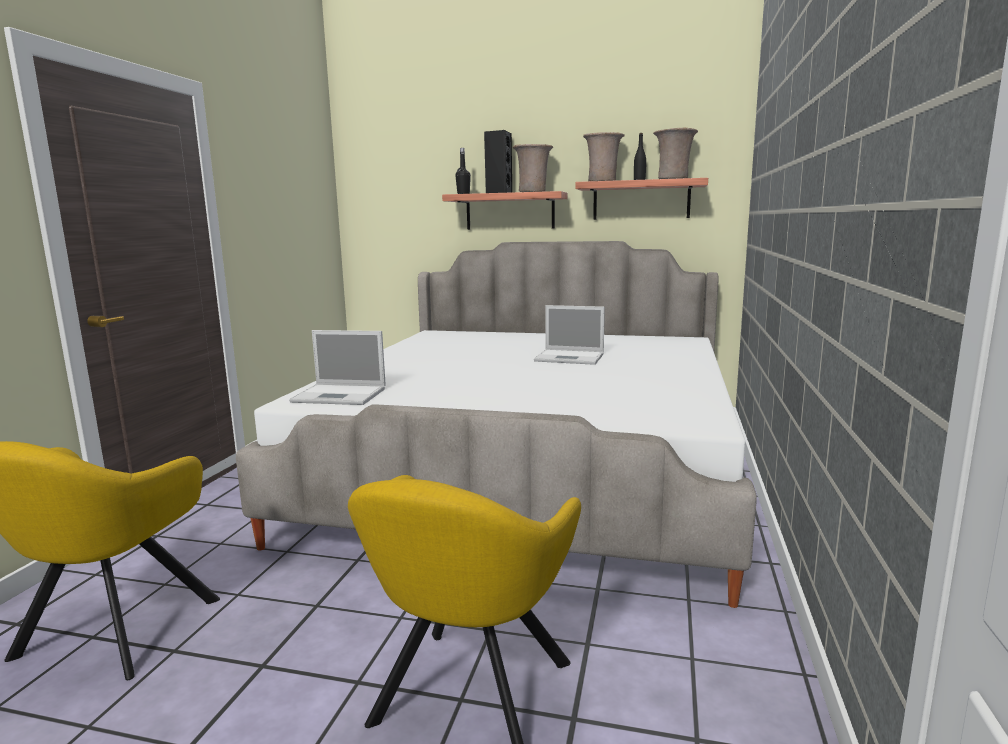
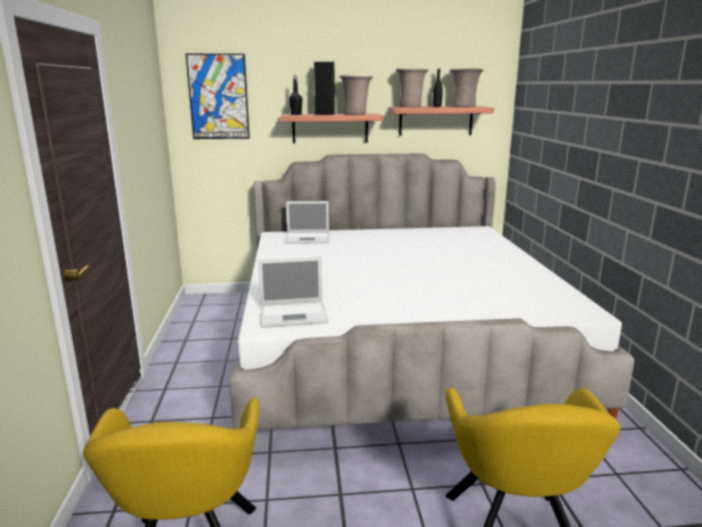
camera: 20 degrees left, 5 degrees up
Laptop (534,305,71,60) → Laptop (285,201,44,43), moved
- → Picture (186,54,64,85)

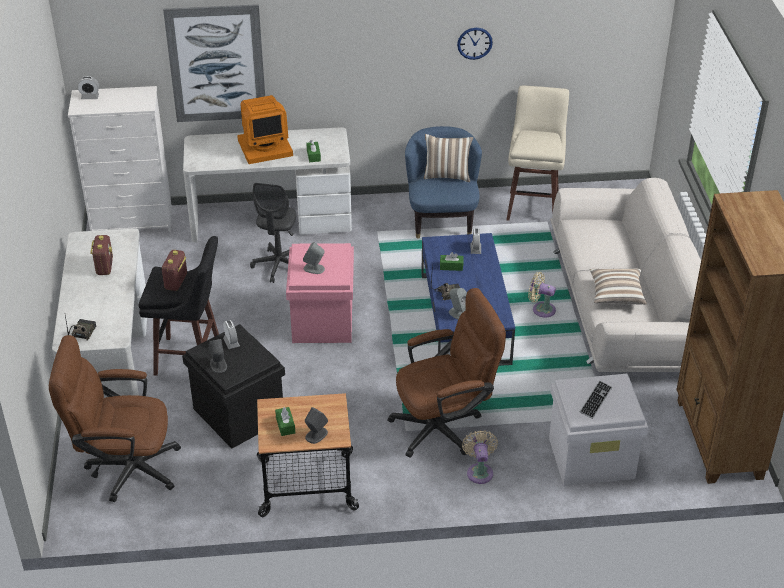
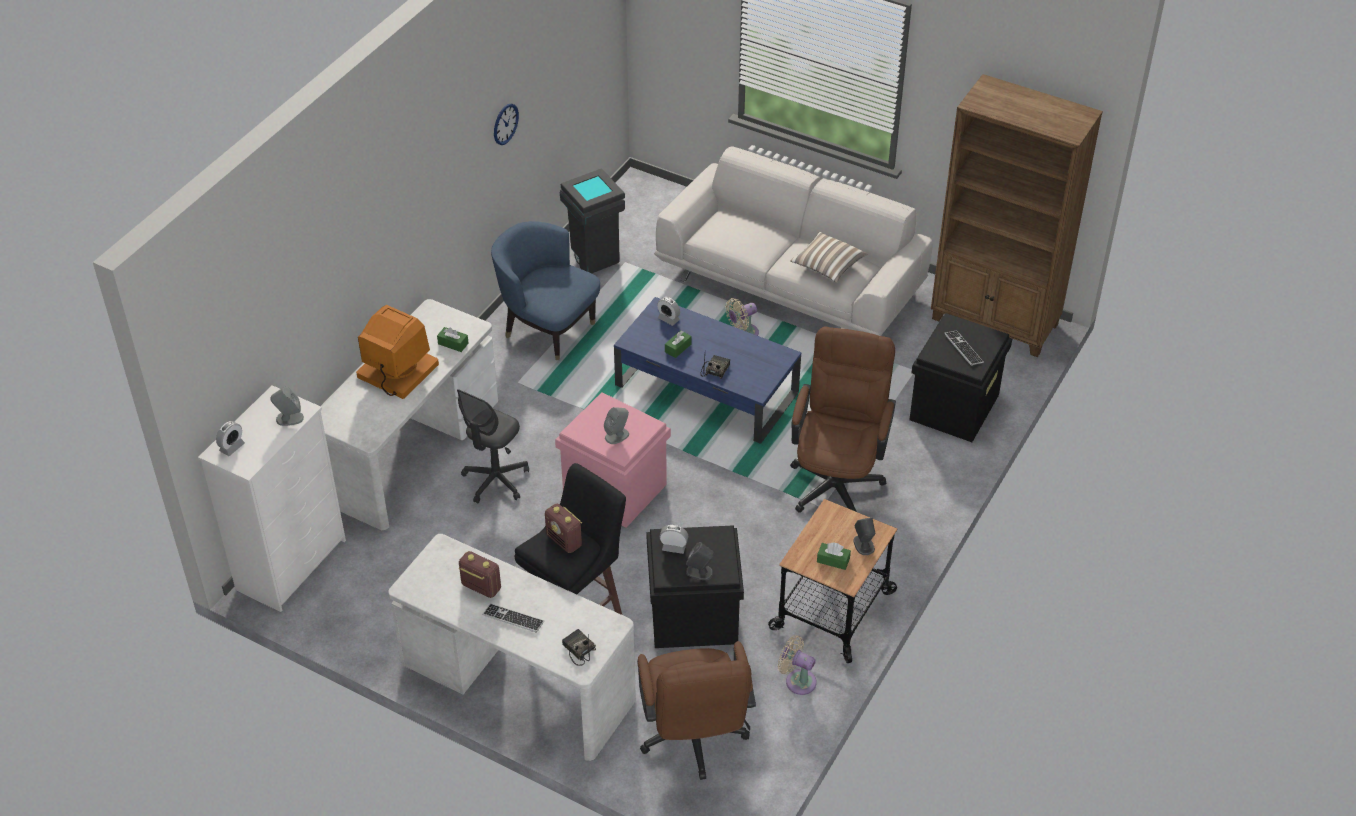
camera: 55 degrees left, 5 degrees up
Picture (163,4,102,118) → -
BeigeStool (506,85,63,135) → GreyTrashCan (560,169,65,104)
Monitor (237,95,56,69) → Monitor (356,305,83,94), 75 degrees counterclockwise
Pillow (424,134,49,48) → -
GreyOfficeChair (250,183,47,100) → GreyOfficeChair (457,389,72,115), 75 degrees clockwise
GreySpeaker (449,288,18,32) → GreySpeaker (271,387,33,39), moved
BrownOfficeChair (49,335,132,167) → BrownOfficeChair (637,641,119,139), 45 degrees counterclockwise
WhiteStorageBox (549,374,99,112) → BlackStorageBox (909,313,103,129)
BeigeFan (462,430,36,54) → BeigeFan (778,635,39,60), moved
- → Keyboard (483,603,61,29)

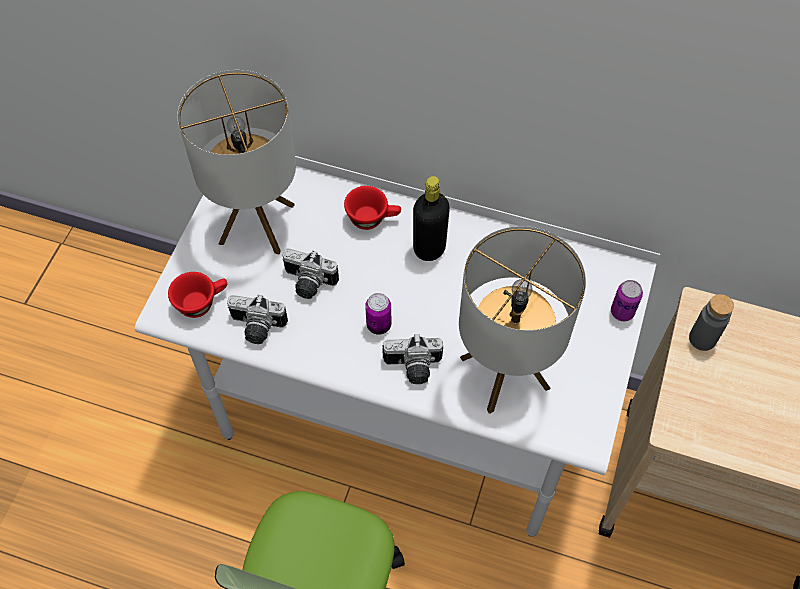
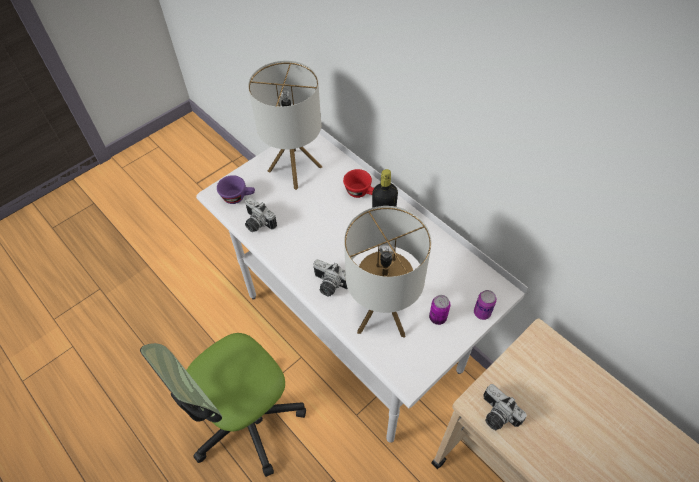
camera: 30 degrees right, 5 degrees down
PhotoCamera (282,248,57,51) → PhotoCamera (483,384,44,46), moved
RedCup (168,272,59,46) → PurpleCup (217,175,38,29)
Can (365,293,26,42) → Can (429,295,22,30), moved
GreyBottle (689,294,45,57) → -

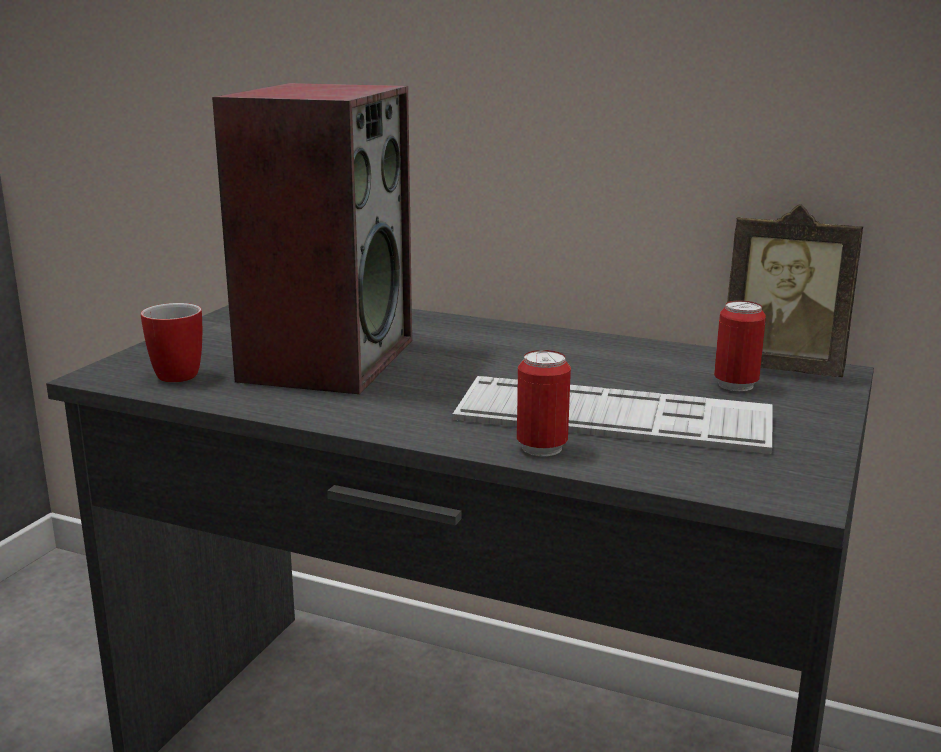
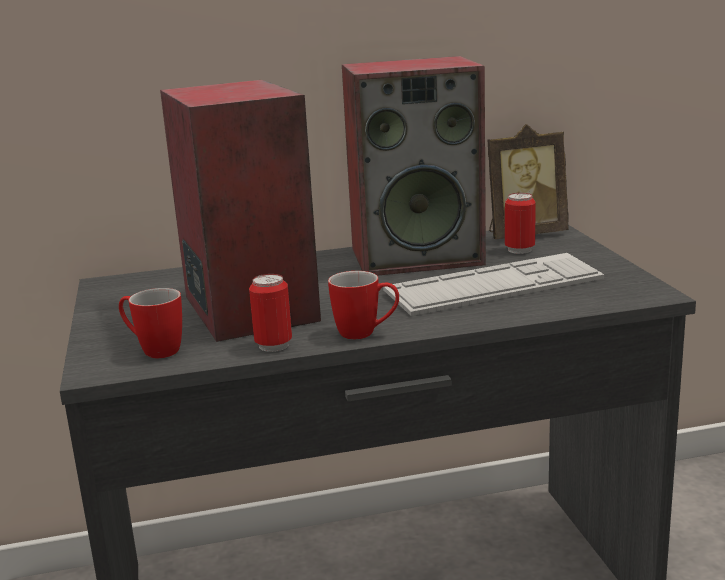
camera: 35 degrees left, 0 degrees up
Can (517,350,54,106) → Can (249,274,43,78), moved
- → Speaker (342,56,144,220)
- → Mug (328,271,71,68)

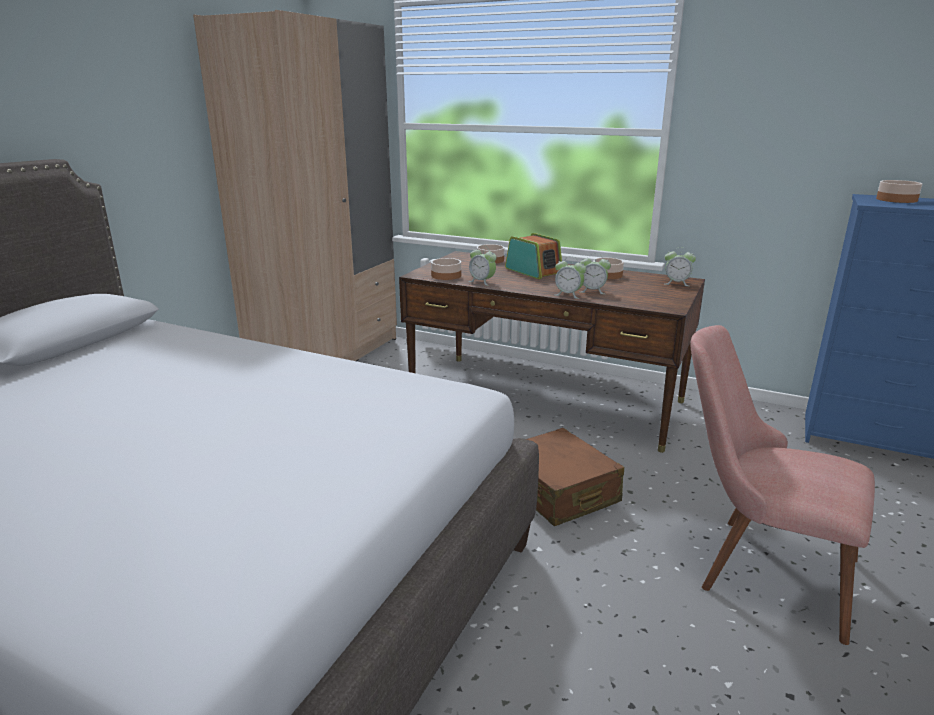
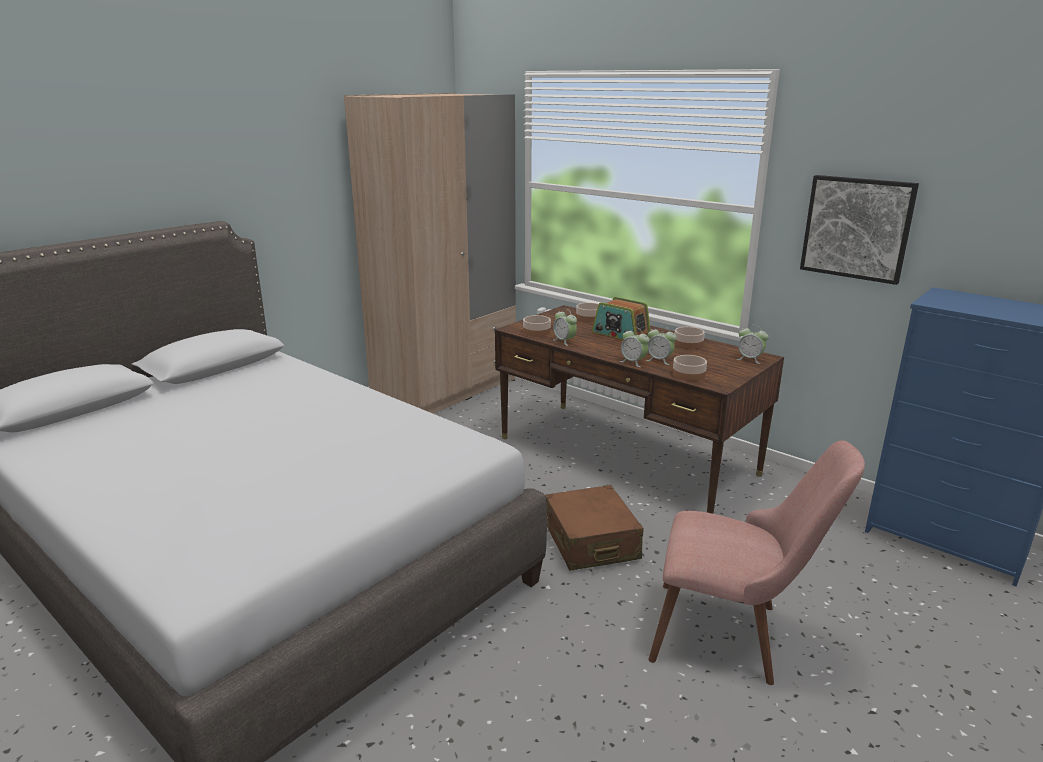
camera: 15 degrees right, 0 degrees up
Bowl (876,180,46,23) → Bowl (673,355,34,26), moved
Radio (505,233,57,46) → Radio (592,297,59,43), 150 degrees clockwise
PinkChair (690,325,185,320) → PinkChair (648,441,217,244), 150 degrees clockwise
- → Picture (800,175,119,110)

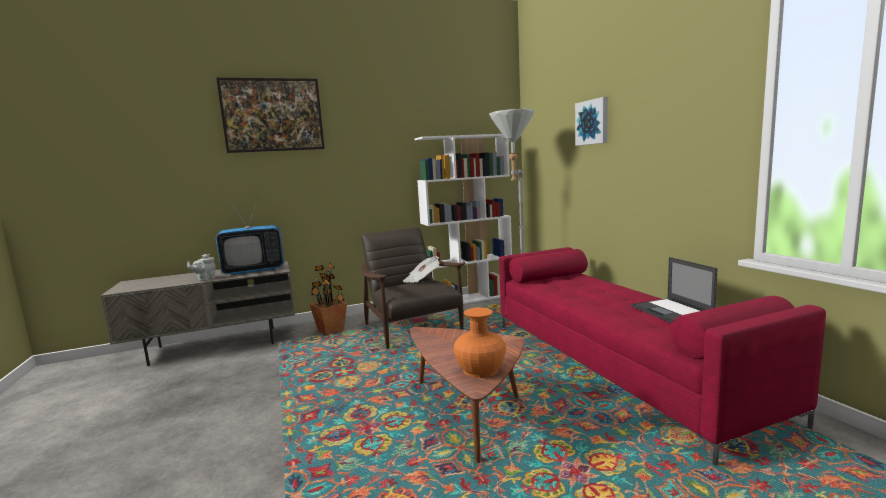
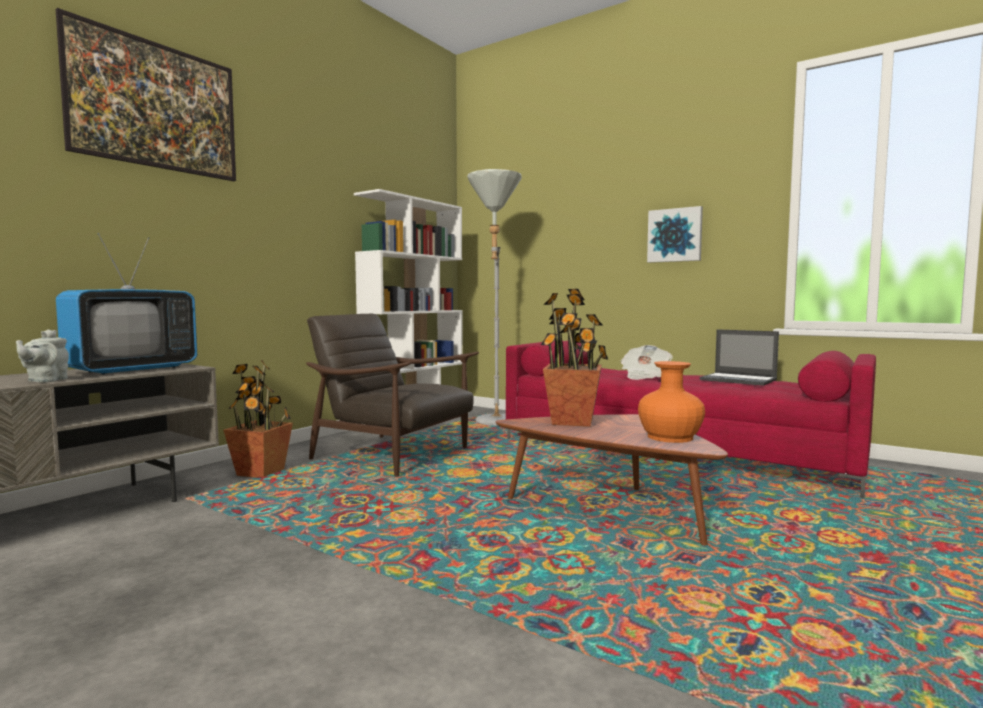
camera: 35 degrees left, 5 degrees down
Picture (575,97,33,49) → Picture (647,206,56,57), moved
Newspaper (403,256,37,27) → Newspaper (621,345,52,35), moved
- → PottedPlant (541,289,67,138)

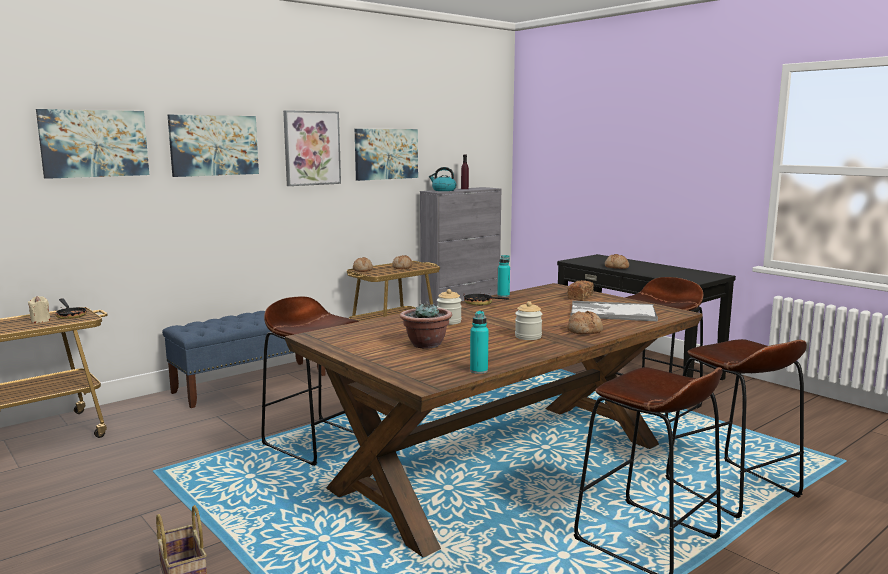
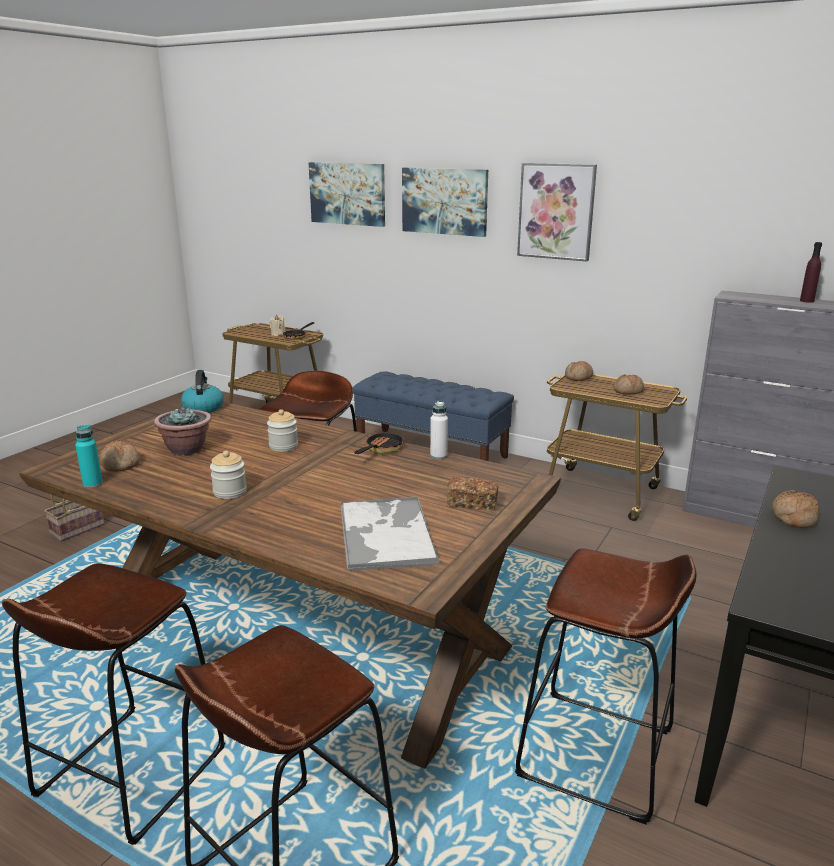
camera: 70 degrees right, 10 degrees up
Picture (355,129,63,52) → -
Kettle (429,167,27,24) → Kettle (181,370,43,43), moved
TurquoiseBottle (497,255,13,42) → WhiteBottle (430,401,18,58)
Bread (567,311,36,23) → Bread (100,440,40,32), moved

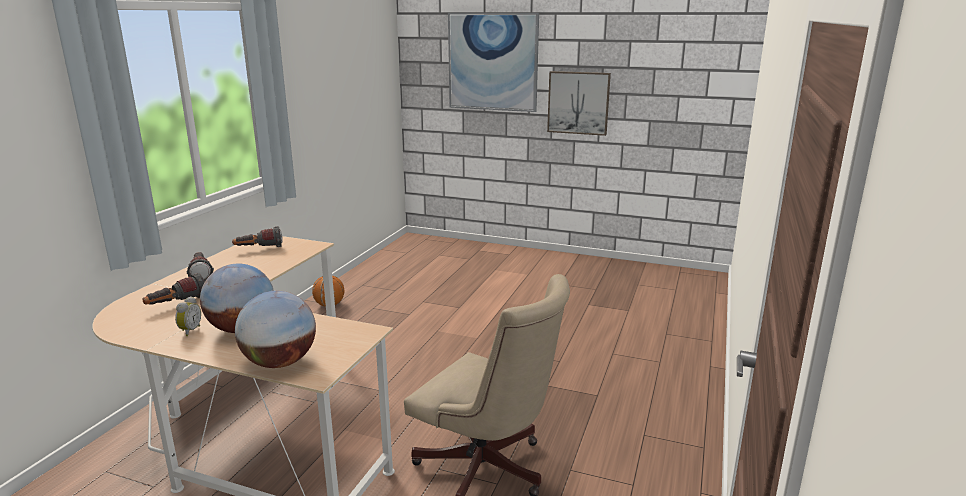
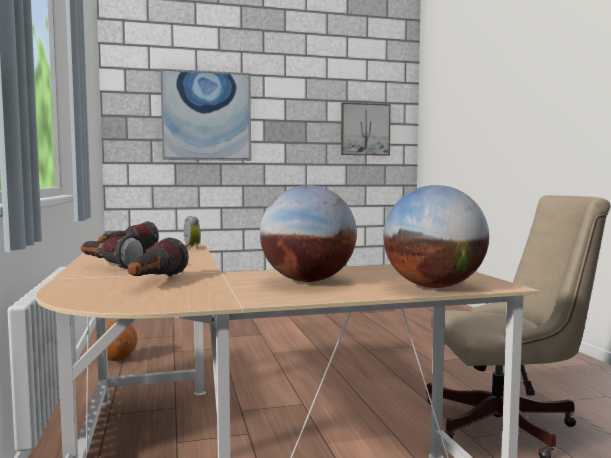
camera: 35 degrees left, 15 degrees down
Picture (547,71,64,65) → Picture (341,102,50,54), moved
AlarmClock (175,296,26,40) → AlarmClock (184,216,17,33), moved

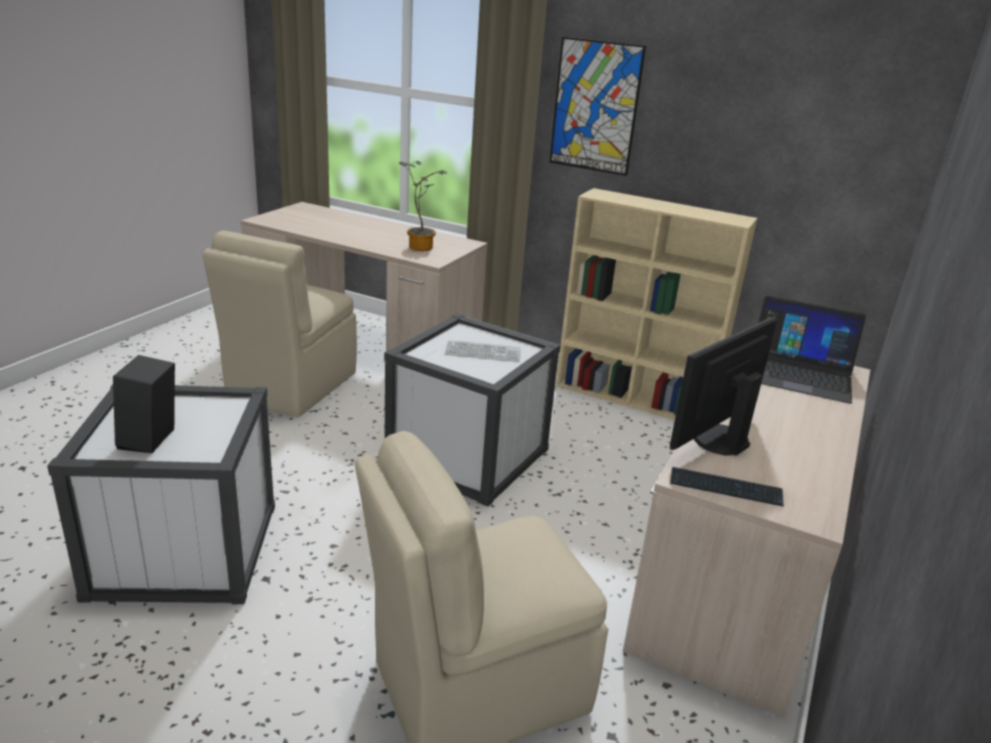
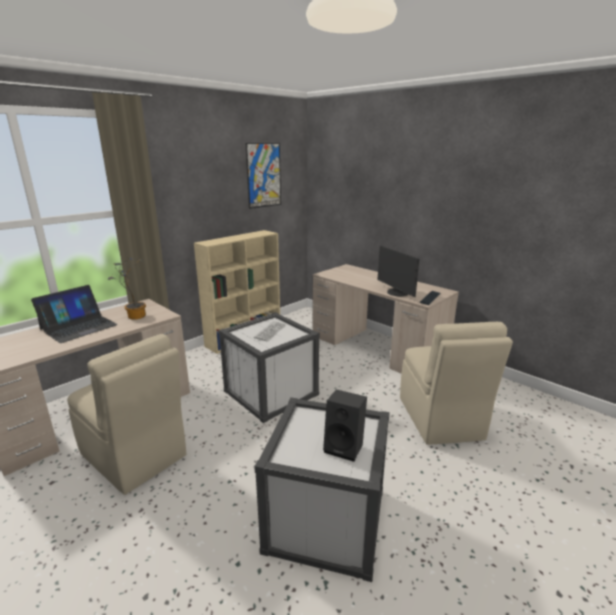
camera: 70 degrees left, 5 degrees down
Picture (549,37,97,139) → Picture (246,143,35,66), moved
Laptop (758,296,108,108) → Laptop (31,285,87,58), moved

